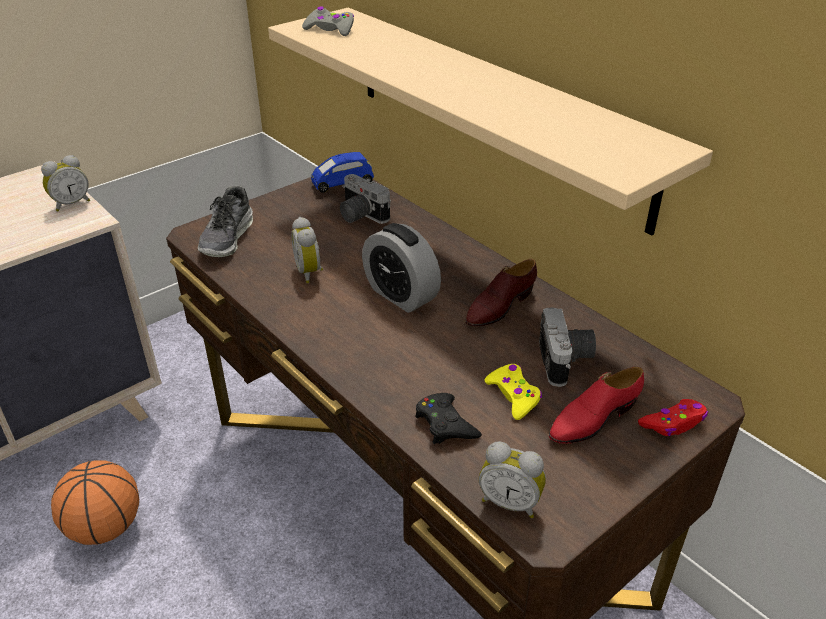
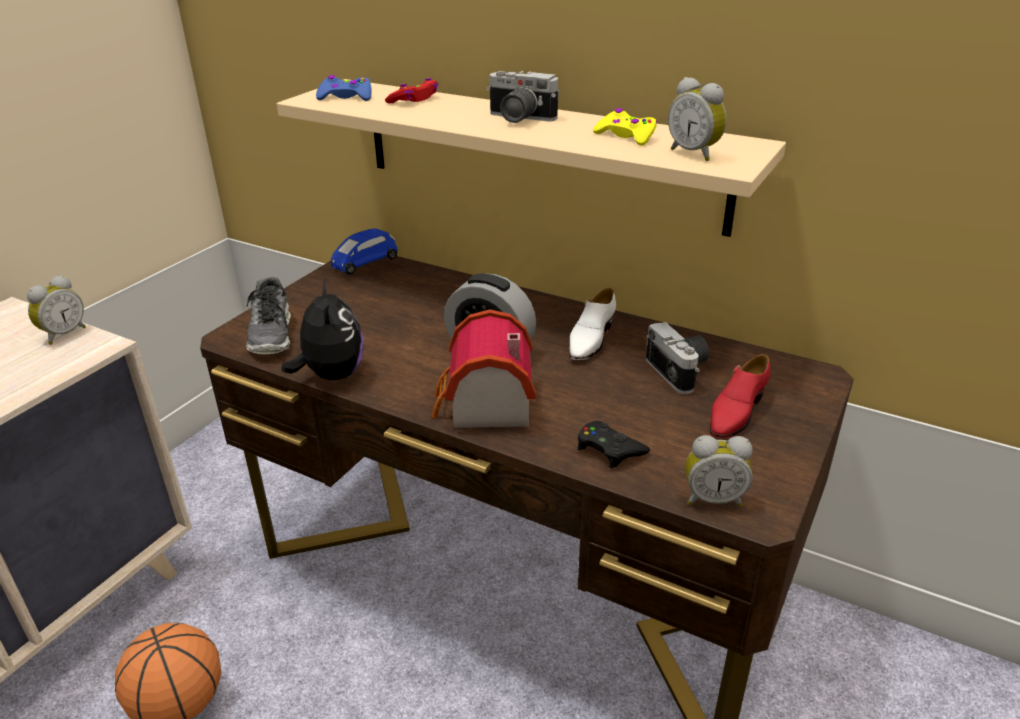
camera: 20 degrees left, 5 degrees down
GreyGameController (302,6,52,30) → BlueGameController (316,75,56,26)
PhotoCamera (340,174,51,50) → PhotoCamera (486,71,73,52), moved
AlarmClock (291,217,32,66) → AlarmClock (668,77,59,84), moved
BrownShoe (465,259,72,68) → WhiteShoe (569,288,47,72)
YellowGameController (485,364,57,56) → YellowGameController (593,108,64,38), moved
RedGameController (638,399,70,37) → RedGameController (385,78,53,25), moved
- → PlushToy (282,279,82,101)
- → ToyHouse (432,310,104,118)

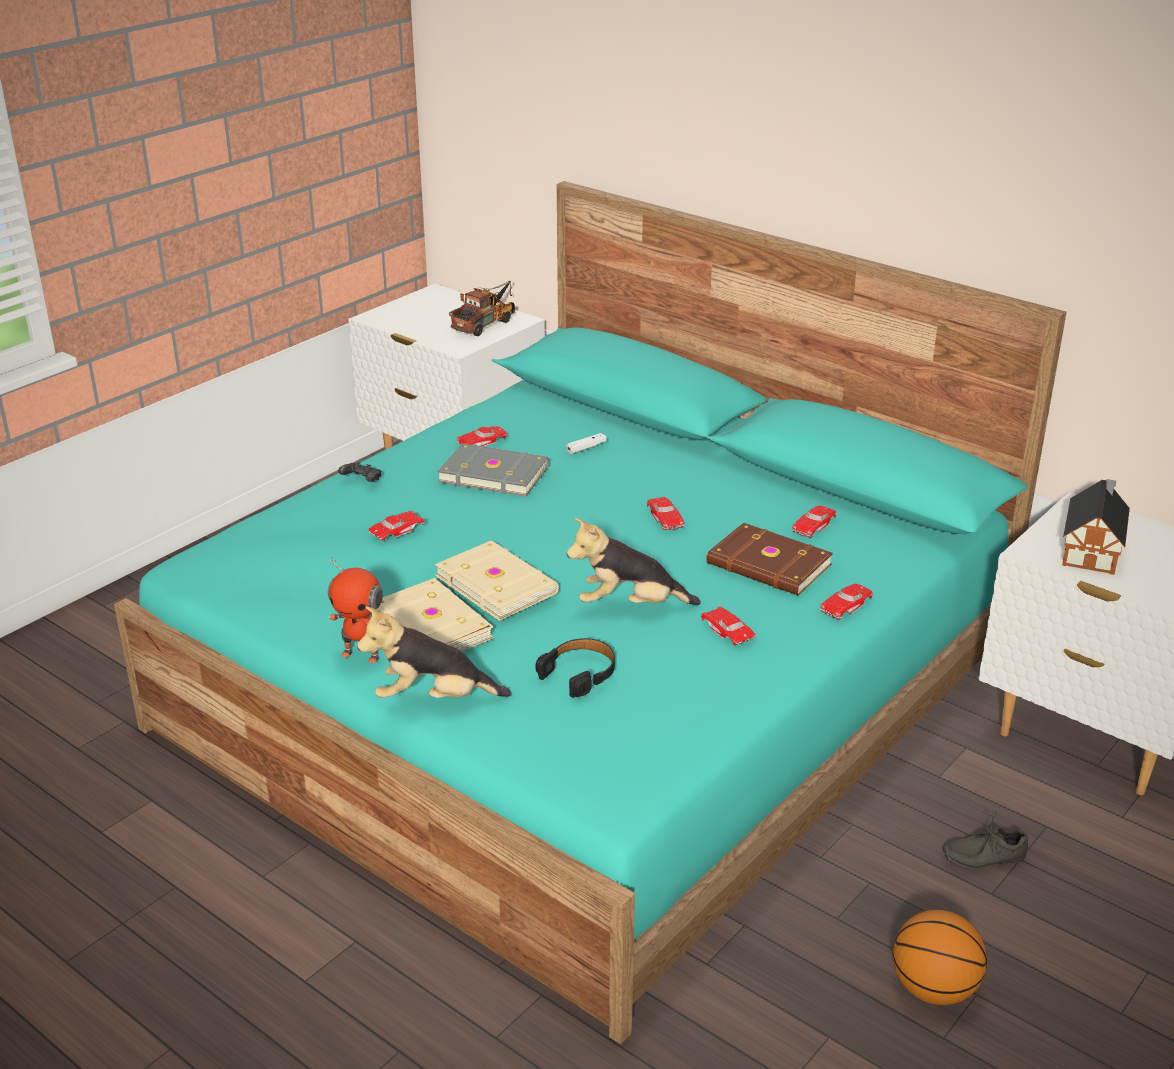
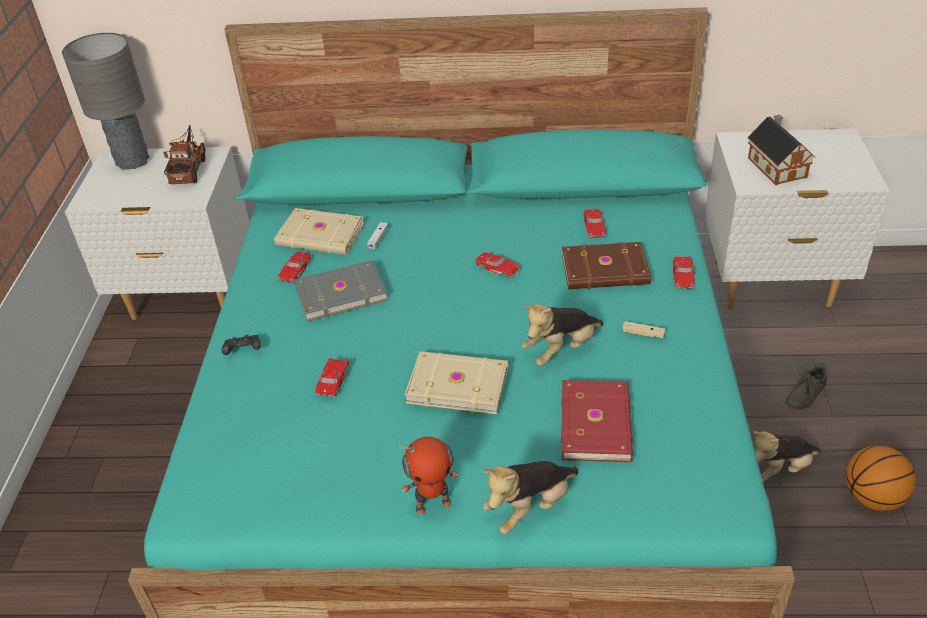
camera: 35 degrees left, 10 degrees up
BeigeBook (376,578,117,73) → BeigeBook (274,208,91,47), moved
RedToyCar (701,606,55,39) → BeigeGameController (622,321,44,17)
BlackHeadphones (535,638,80,59) → RedBook (561,380,72,82)
- → GreyTableLamp (62,33,87,137)
- → PlushToy (753,431,68,51)

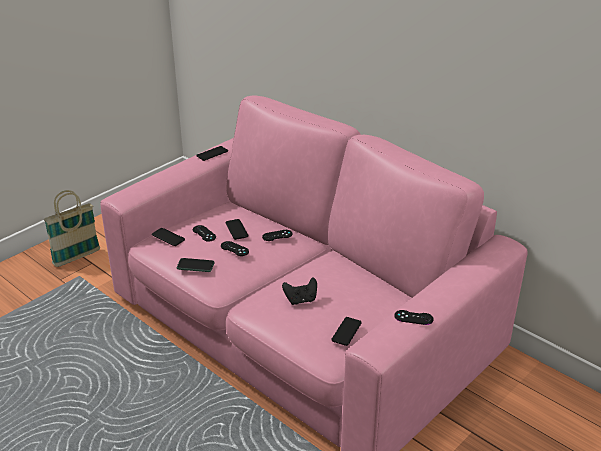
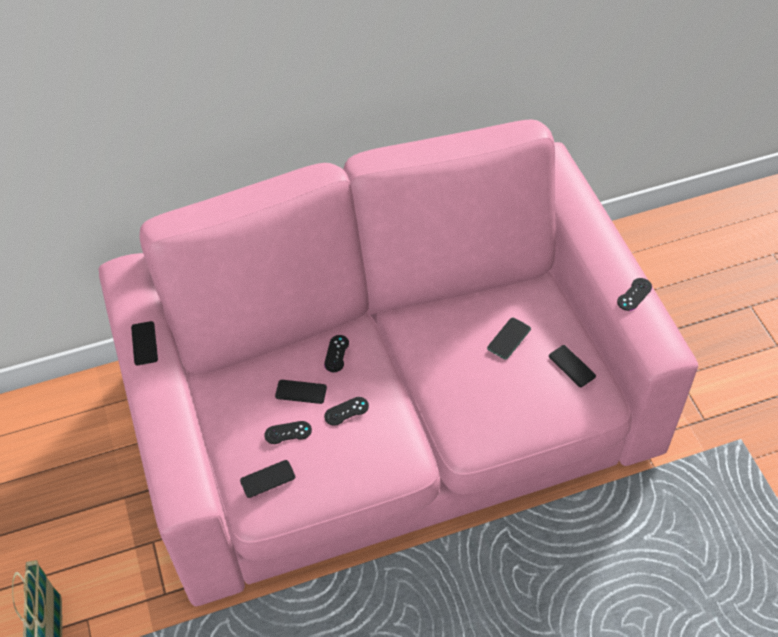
camera: 60 degrees left, 20 degrees up
Phone (177,258,38,14) → Phone (487,318,44,42), moved
BlackGameController (282,277,35,28) → -

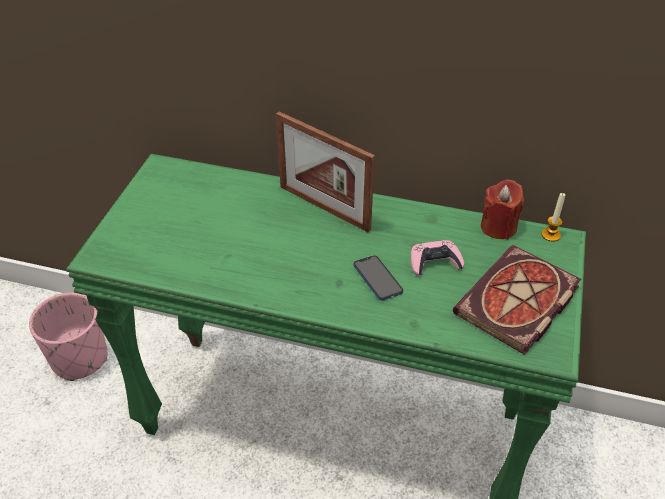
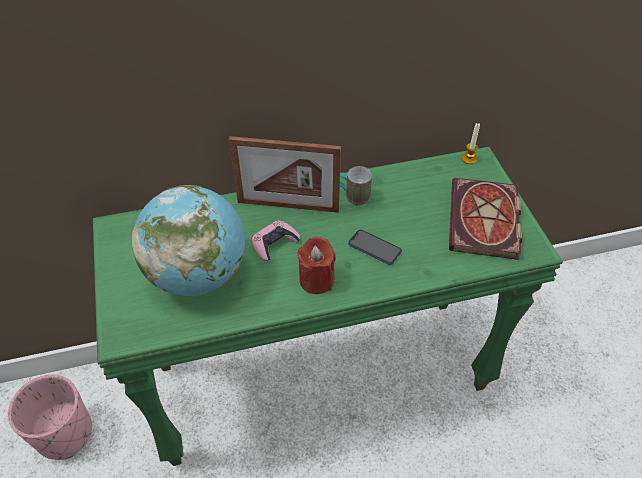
camera: 30 degrees left, 5 degrees up
RedCandle (481,180,43,60) → RedCandle (297,237,39,57), moved
PinkGameController (411,240,53,36) → PinkGameController (251,220,49,42), moved
- → Mug (340,166,32,40)
- → Globe (132,185,113,111)

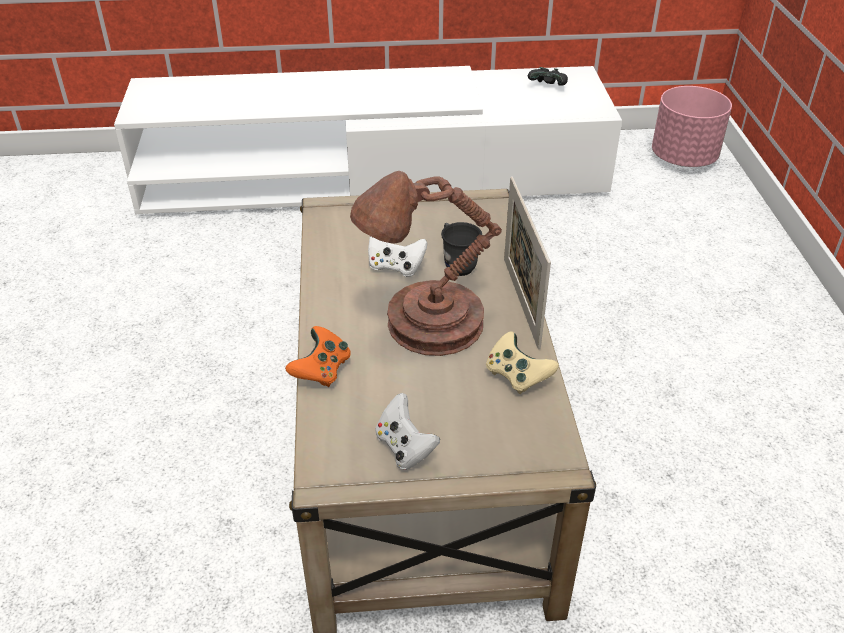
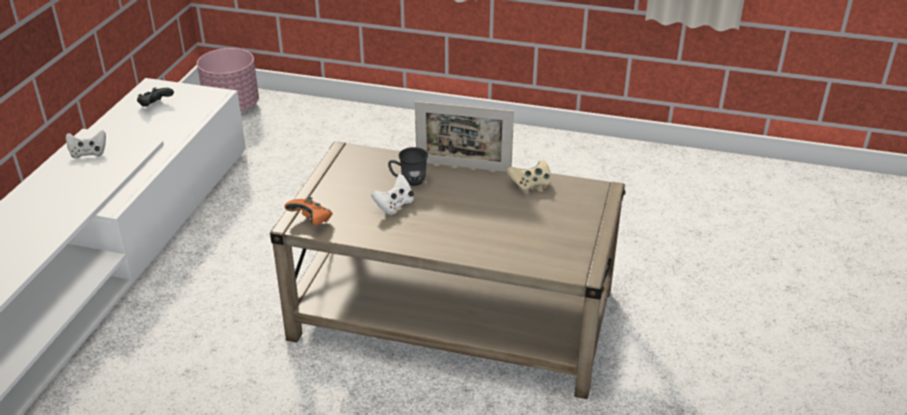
camera: 70 degrees left, 5 degrees down
BrownTableLamp (350,171,152,185) → -
OrangeGameController (285,326,66,61) → OrangeGameController (284,196,49,29), moved
WhiteGameController (375,393,65,77) → WhiteGameController (66,130,40,28), moved

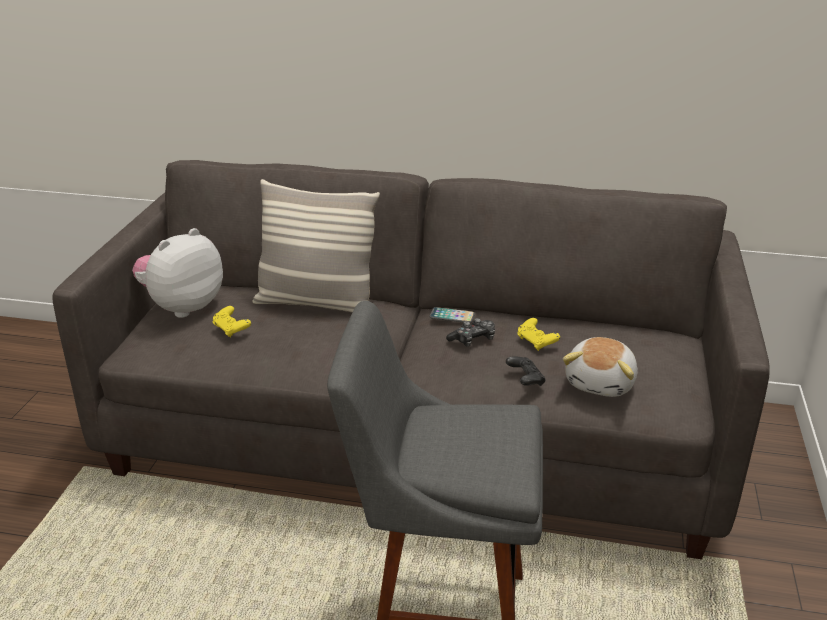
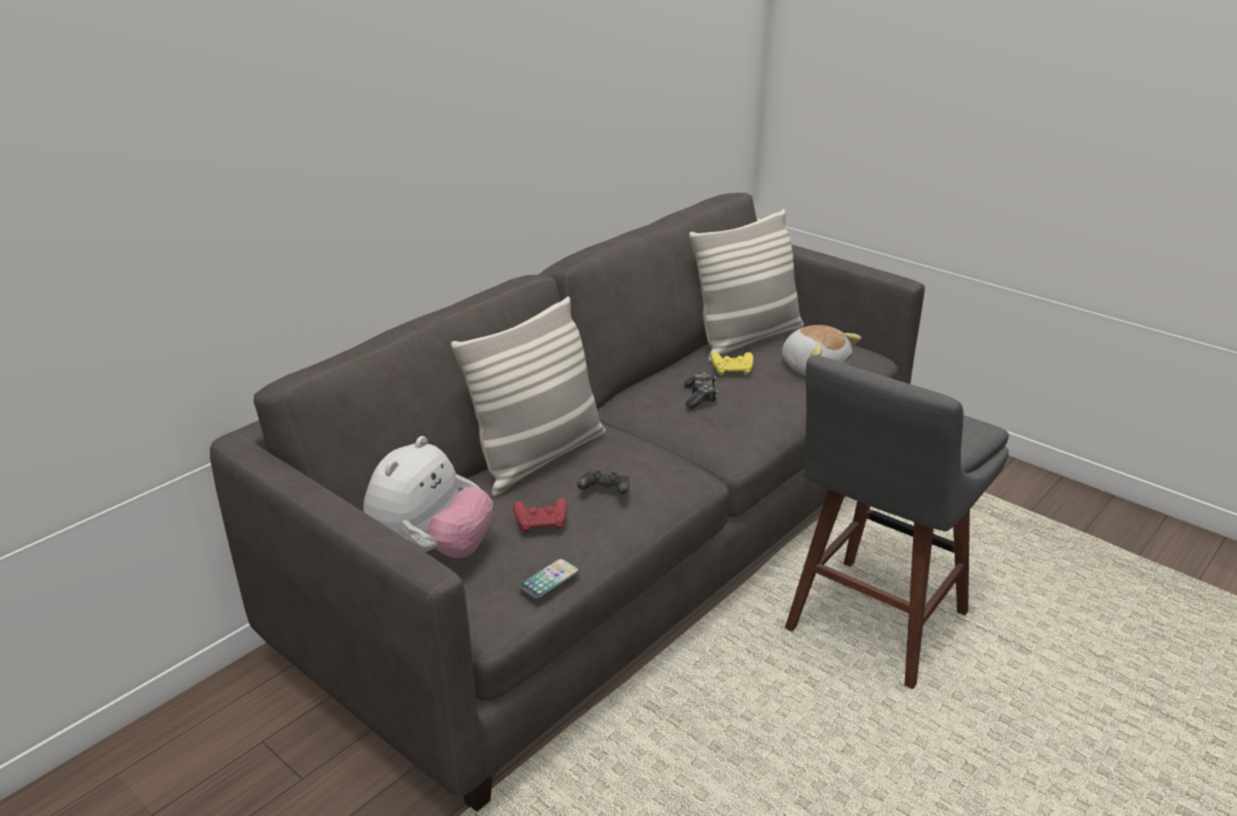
camera: 60 degrees left, 0 degrees up
PlushToy (132,228,91,90) → PlushToy (363,436,130,122), 135 degrees counterclockwise
YellowGameController (213,306,38,32) → RedGameController (513,498,54,34)
Phone (429,307,46,16) → Phone (519,559,60,40), moved
BlackGameController (506,356,40,30) → BlackGameController (577,470,53,24), moved
- → Pillow (689,209,115,153)

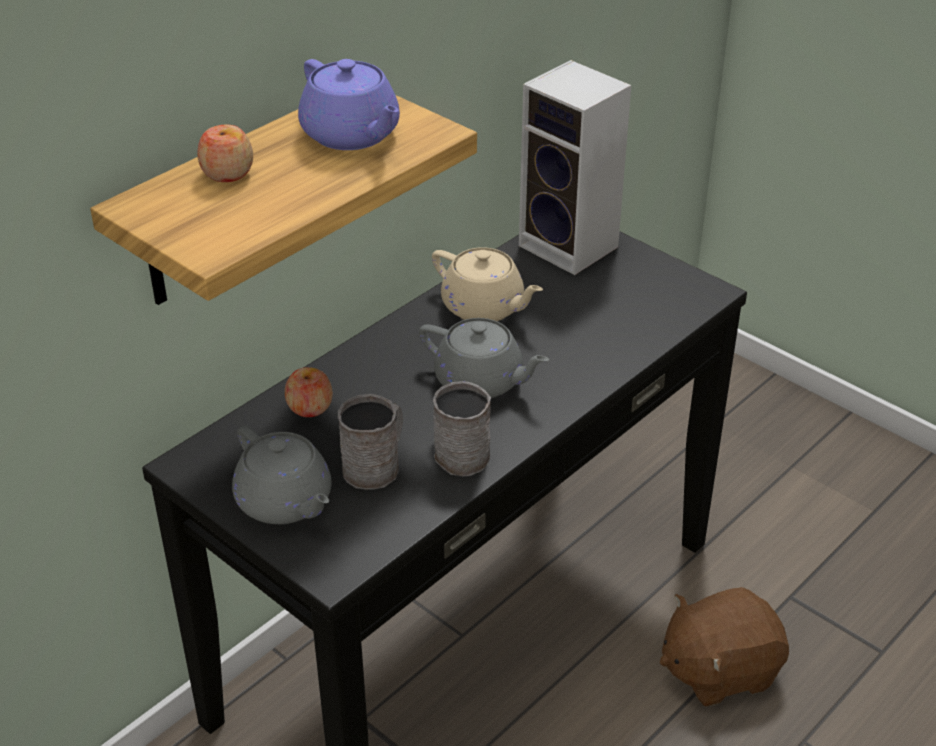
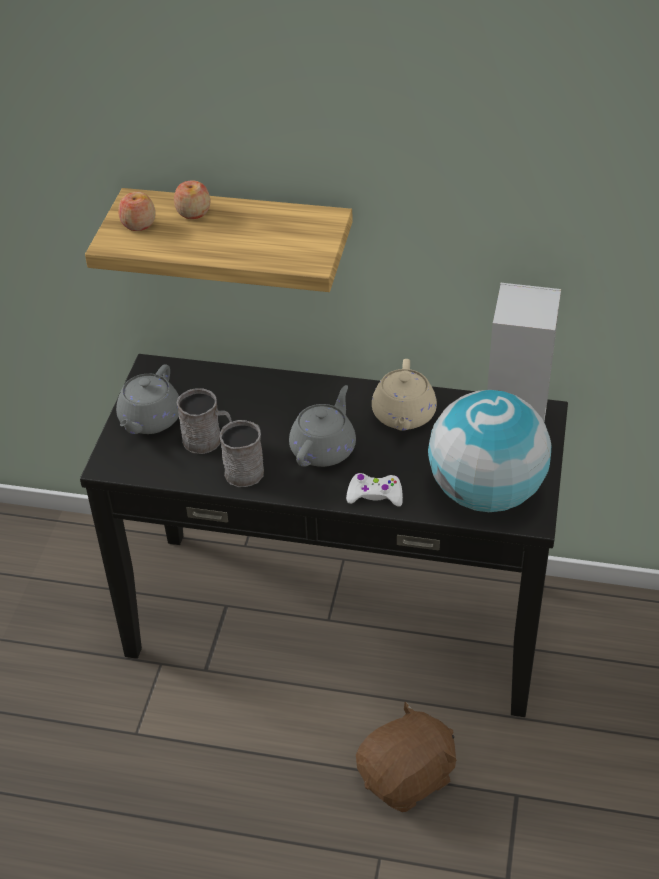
camera: 60 degrees right, 5 degrees up
PurpleTeapot (298,59,102,91) → -
GreyTeapot (419,318,130,80) → GreyTeapot (289,385,67,82), 150 degrees counterclockwise
Apple (285,367,48,50) → Apple (118,192,38,39), moved
BrownPlushToy (660,587,129,120) → BrownPlushToy (356,702,101,110), 105 degrees clockwise
- → Globe (428,390,123,122)
- → WhiteGameController (346,473,57,34)

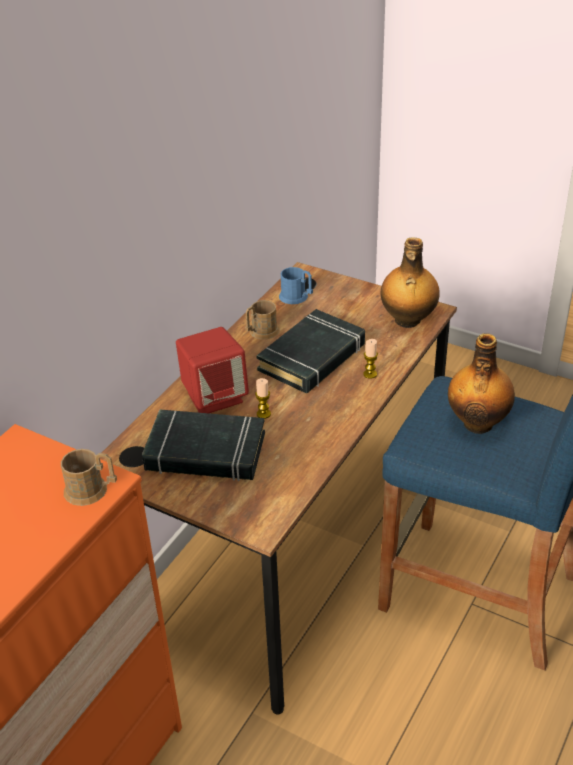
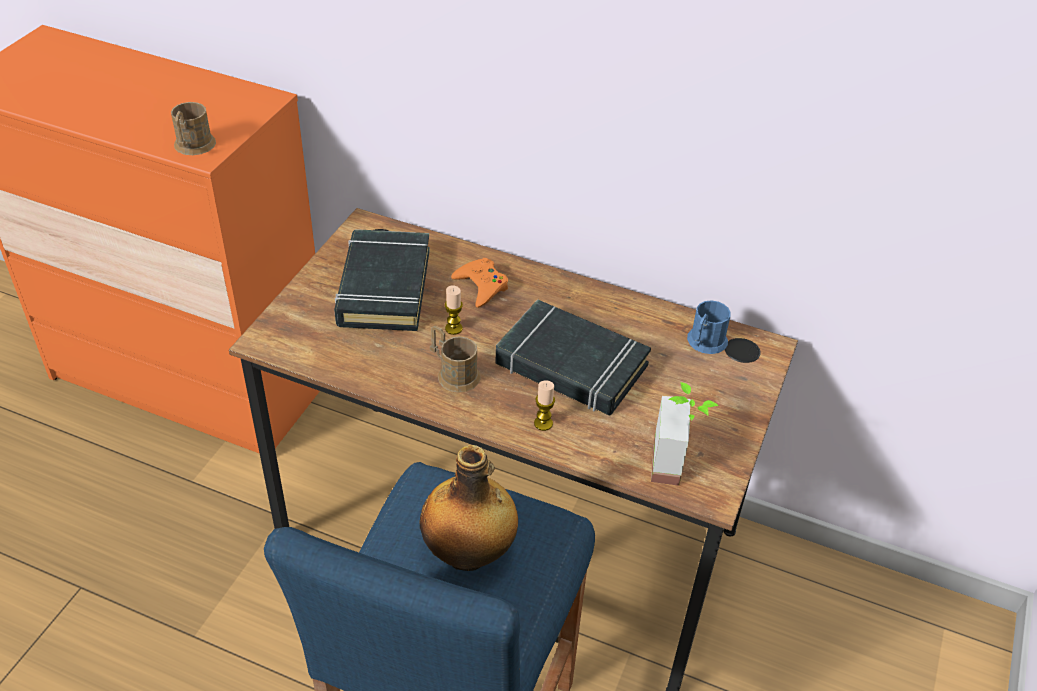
camera: 80 degrees right, 5 degrees up
Bottle (381,237,59,91) → PottedPlant (651,382,68,104)
BrownMug (245,300,35,39) → BrownMug (430,325,51,68), moved
RedSpeaker (176,327,73,86) → OrangeGameController (451,258,57,50)

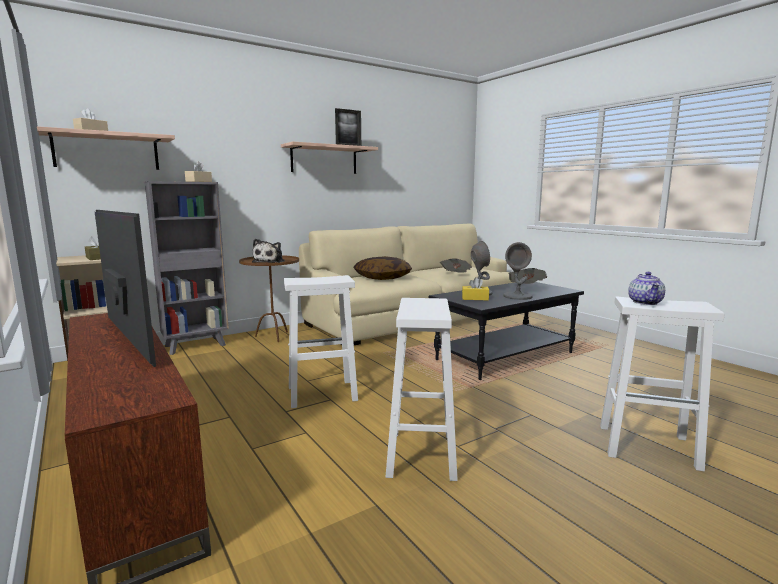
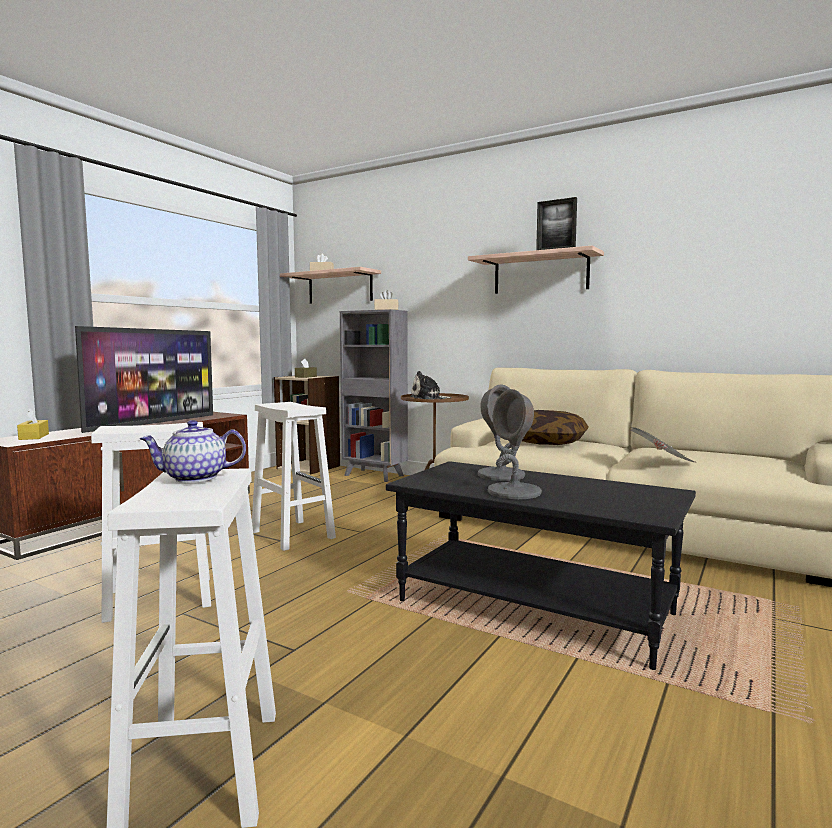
camera: 65 degrees right, 5 degrees down
Newspaper (508,268,39,16) → -
YellowTissueBox (462,277,27,23) → YellowTissueBox (17,408,32,32), moved

